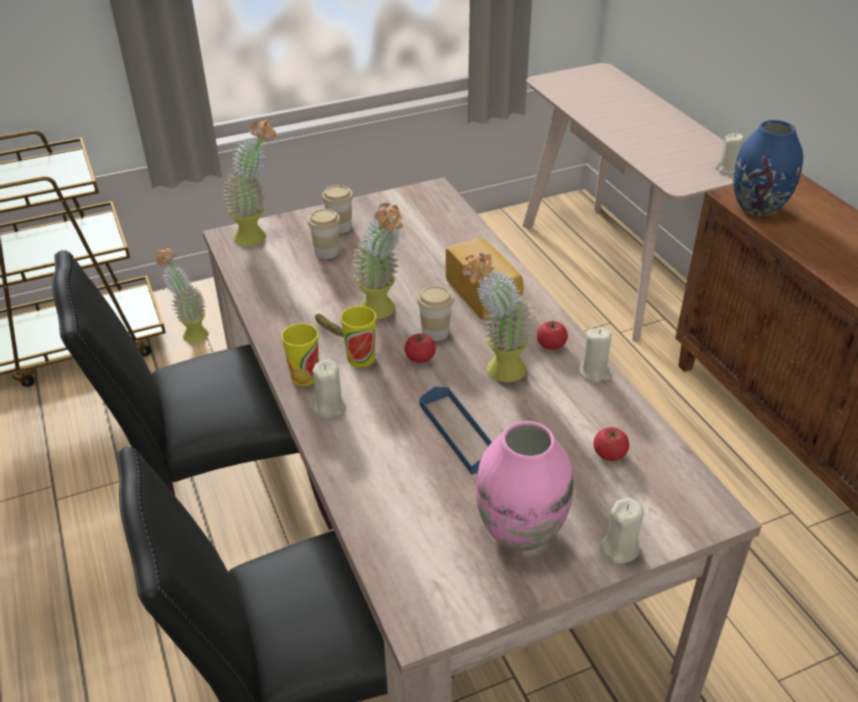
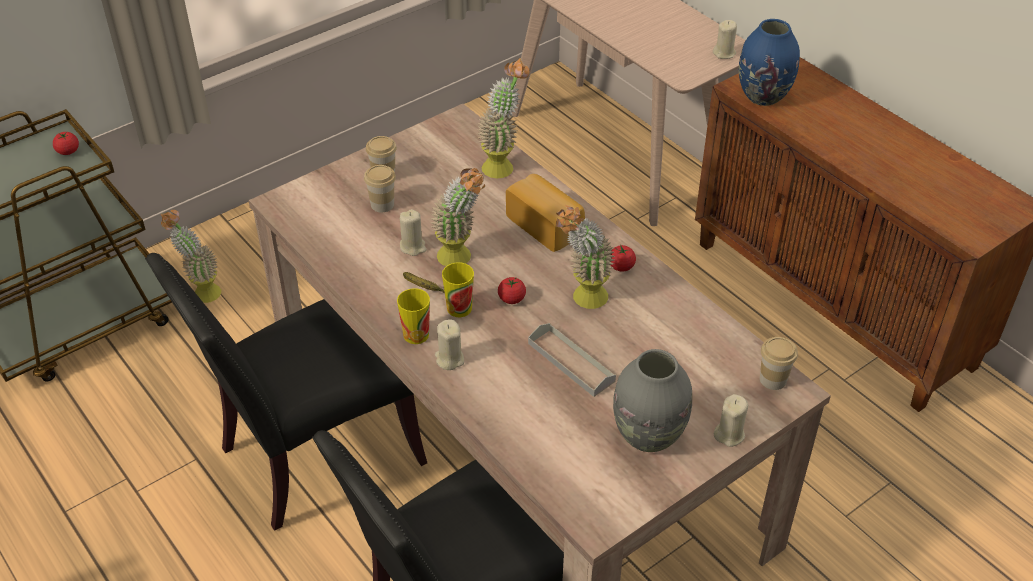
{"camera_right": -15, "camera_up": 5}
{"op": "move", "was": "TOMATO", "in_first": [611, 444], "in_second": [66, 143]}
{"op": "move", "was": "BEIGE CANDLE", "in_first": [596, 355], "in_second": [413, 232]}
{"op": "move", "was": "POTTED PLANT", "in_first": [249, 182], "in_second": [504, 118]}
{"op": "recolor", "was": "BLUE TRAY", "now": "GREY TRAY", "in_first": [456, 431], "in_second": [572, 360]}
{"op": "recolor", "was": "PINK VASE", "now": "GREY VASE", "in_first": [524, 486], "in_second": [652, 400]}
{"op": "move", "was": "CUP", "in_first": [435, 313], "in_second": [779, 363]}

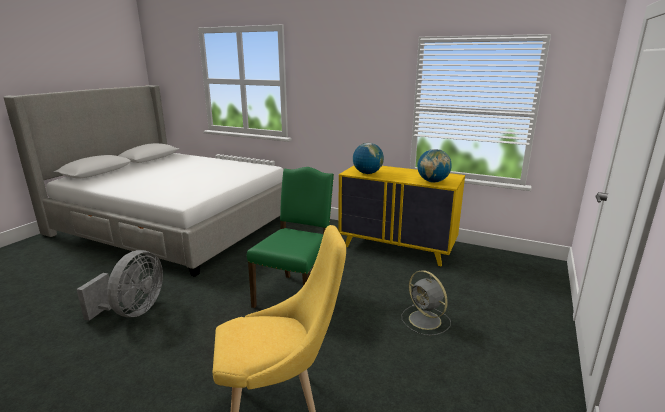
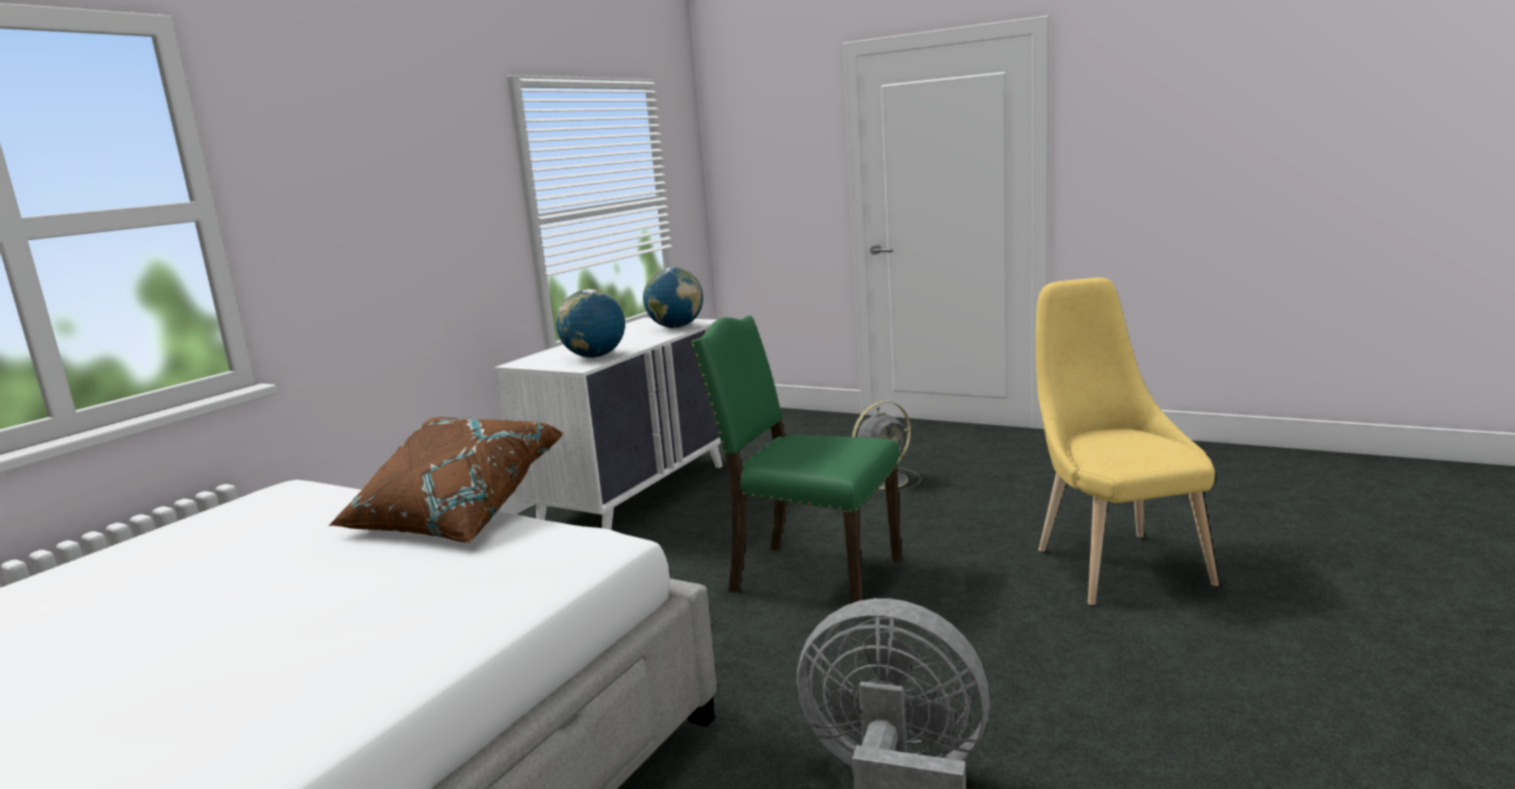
{"camera_right": -85, "camera_up": -5}
{"op": "insert", "now": "BROWN PILLOW", "in_second": [446, 480]}
{"op": "recolor", "was": "YELLOW DRESSER", "now": "WHITE DRESSER", "in_first": [401, 216], "in_second": [609, 424]}

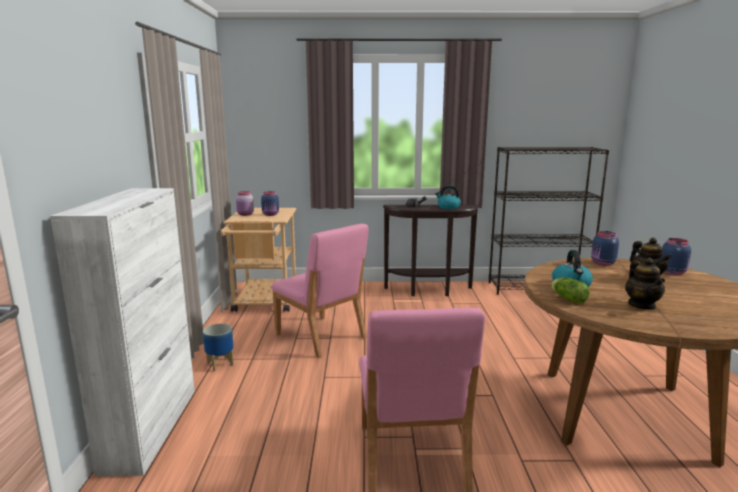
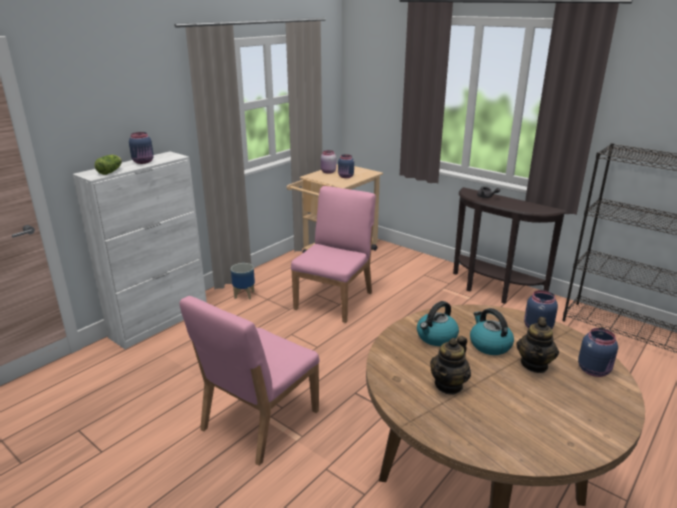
{"camera_right": 40, "camera_up": 10}
{"op": "move", "was": "LETTUCE", "in_first": [570, 291], "in_second": [108, 165]}
{"op": "insert", "now": "BLUE JAR", "in_second": [141, 148]}
{"op": "rotate", "was": "PINK CHAIR", "in_first": [320, 291], "in_second": [333, 254], "clockwise": -150}
{"op": "move", "was": "KETTLE", "in_first": [448, 197], "in_second": [492, 331]}

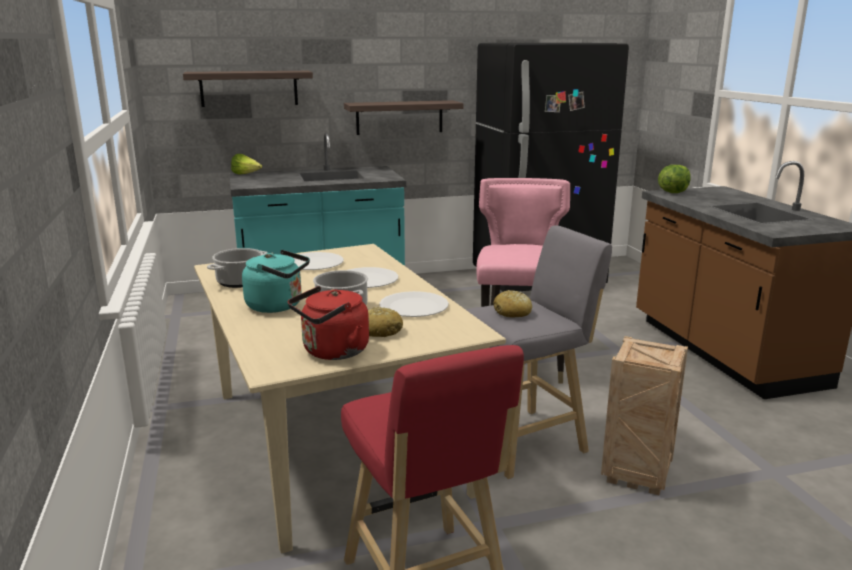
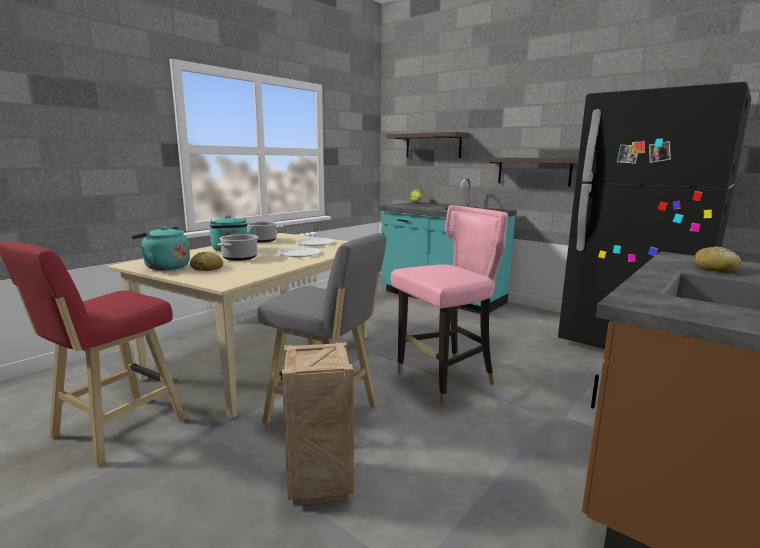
{"camera_right": 55, "camera_up": -5}
{"op": "recolor", "was": "RED KETTLE", "now": "TURQUOISE KETTLE", "in_first": [328, 323], "in_second": [160, 248]}
{"op": "move", "was": "BREAD", "in_first": [513, 304], "in_second": [717, 259]}
{"op": "delete", "was": "WHITE PLATE", "in_first": [414, 304]}
{"op": "delete", "was": "LETTUCE", "in_first": [674, 179]}

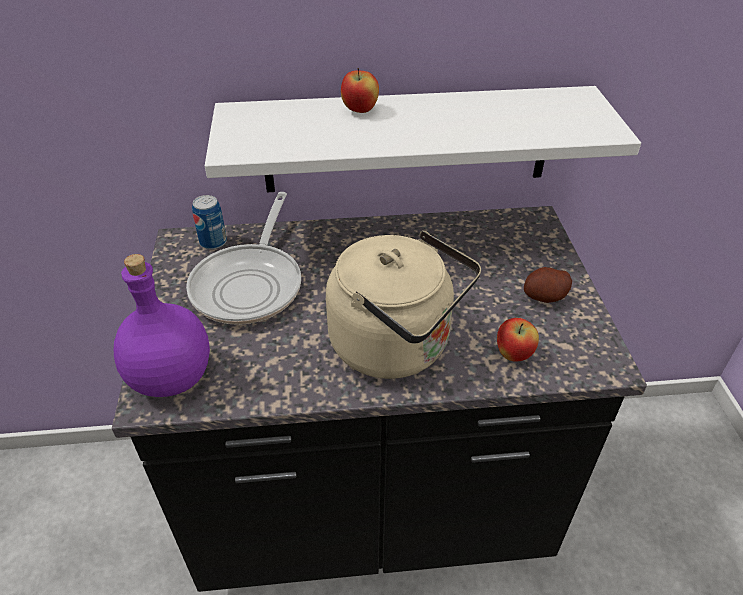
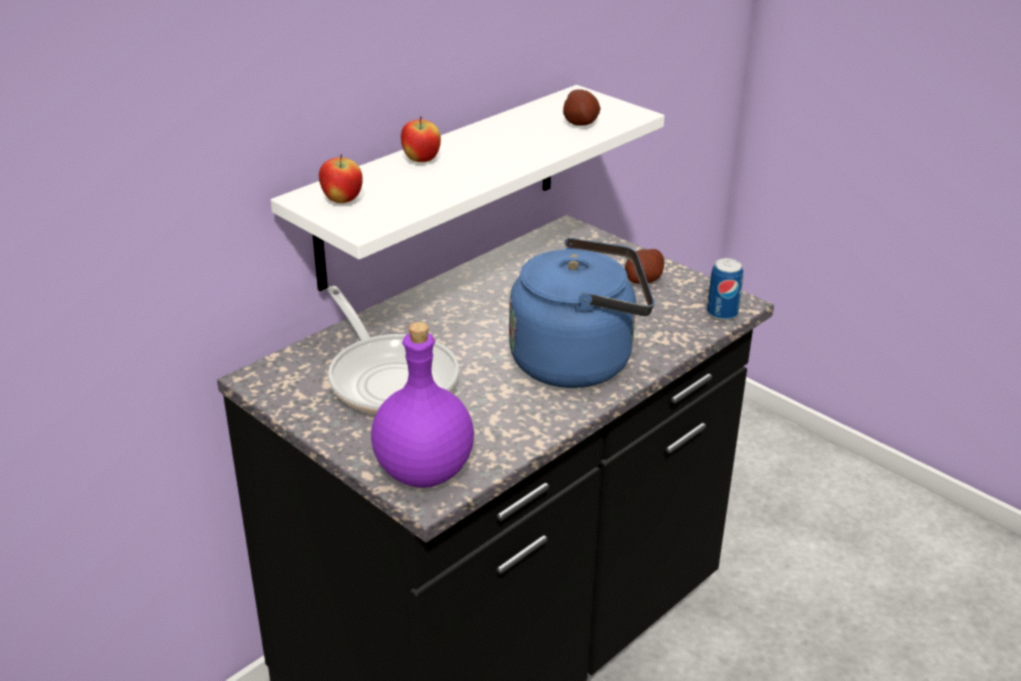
{"camera_right": -40, "camera_up": -10}
{"op": "move", "was": "APPLE", "in_first": [518, 340], "in_second": [341, 178]}
{"op": "recolor", "was": "BEIGE KETTLE", "now": "BLUE KETTLE", "in_first": [403, 304], "in_second": [581, 312]}
{"op": "insert", "now": "POTATO", "in_second": [582, 107]}
{"op": "move", "was": "CAN", "in_first": [209, 222], "in_second": [725, 289]}

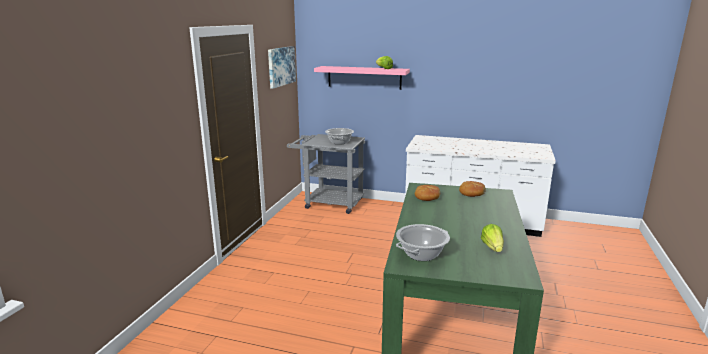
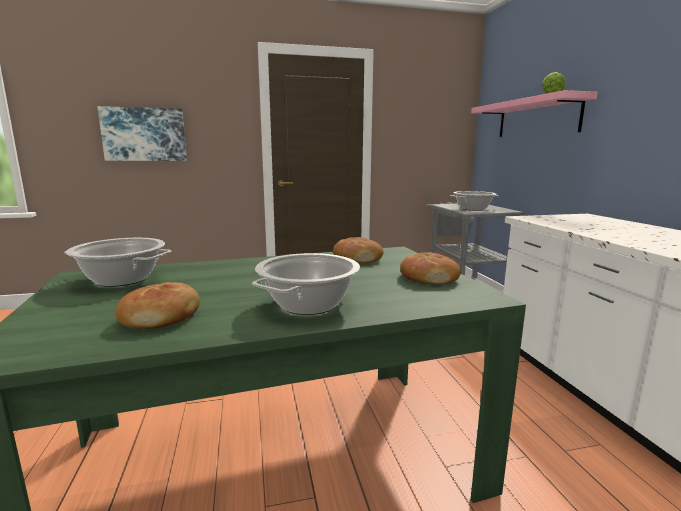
{"camera_right": 60, "camera_up": -5}
{"op": "move", "was": "PICTURE", "in_first": [282, 67], "in_second": [142, 133]}
{"op": "replace", "was": "LETTUCE", "now": "BREAD", "in_first": [492, 238], "in_second": [157, 305]}
{"op": "insert", "now": "COOKING POT", "in_second": [306, 284]}

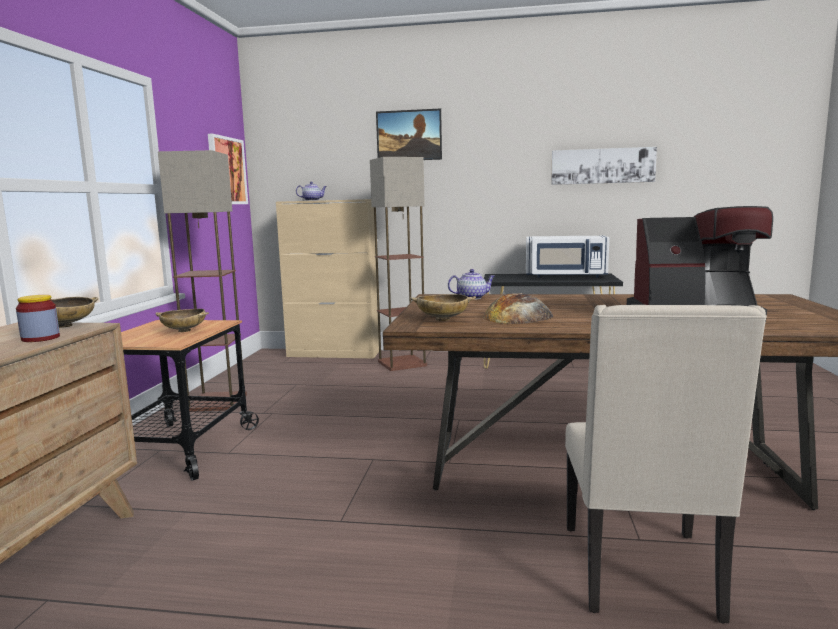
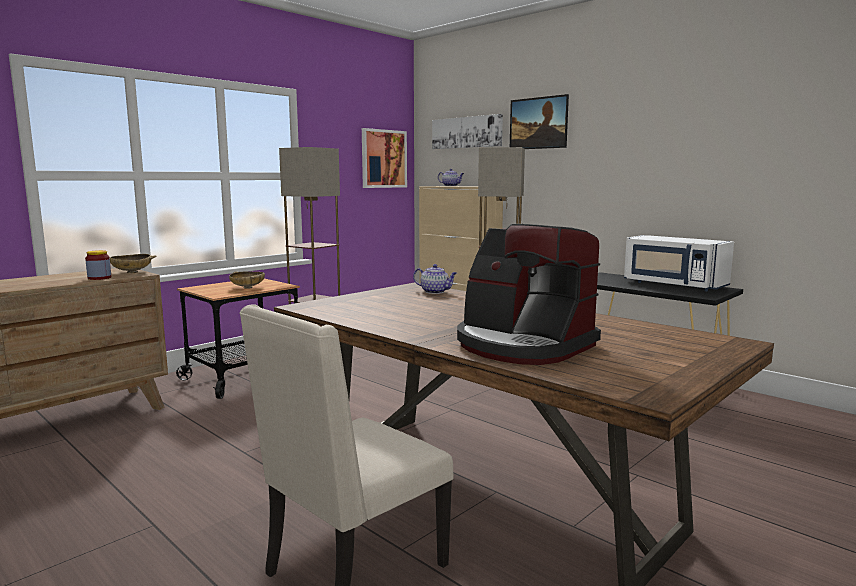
{"camera_right": 35, "camera_up": 0}
{"op": "move", "was": "PICTURE", "in_first": [604, 166], "in_second": [467, 131]}
{"op": "delete", "was": "BEIGE BOWL", "in_first": [443, 307]}
{"op": "delete", "was": "BREAD", "in_first": [518, 308]}

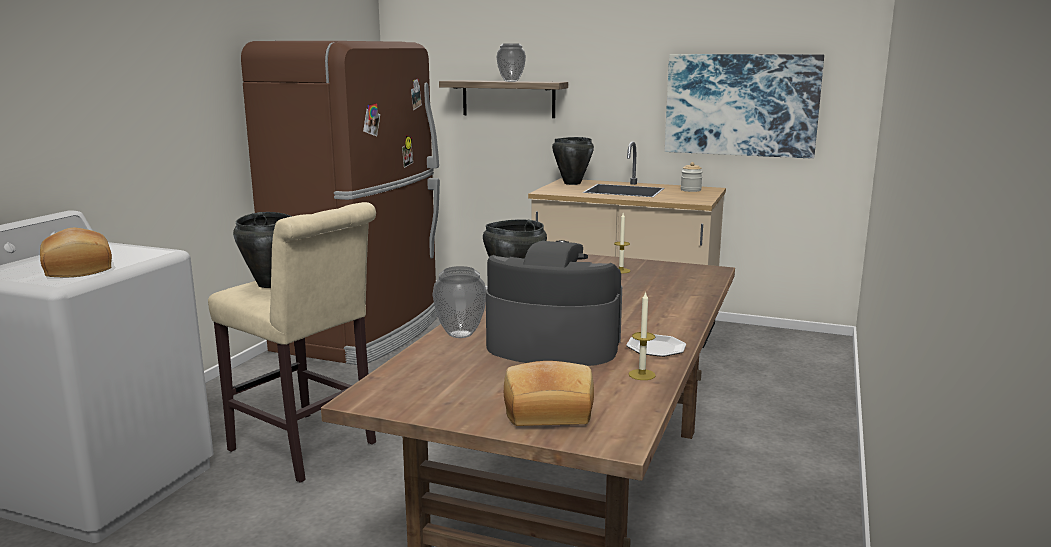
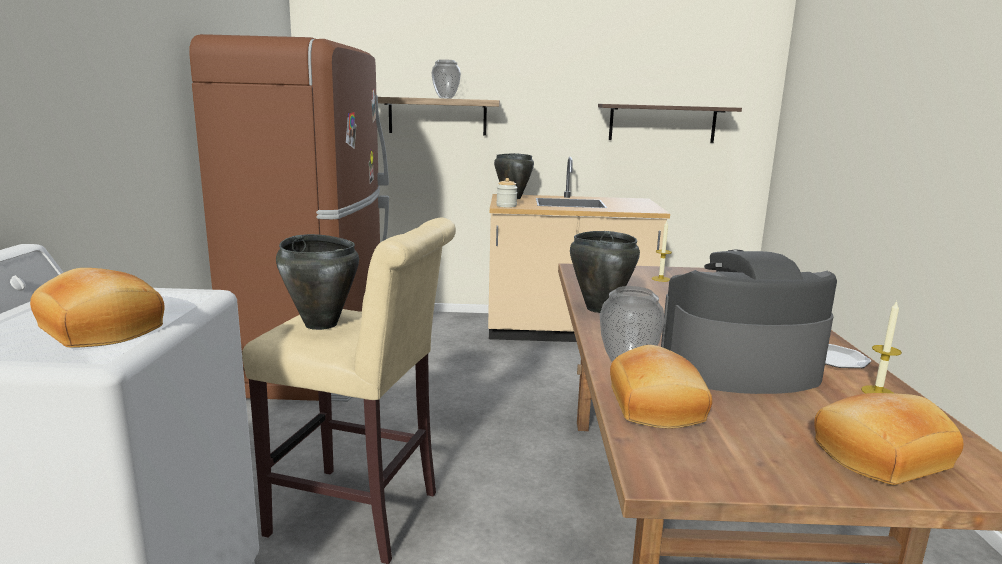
{"camera_right": -20, "camera_up": 0}
{"op": "move", "was": "JAR", "in_first": [691, 177], "in_second": [507, 193]}
{"op": "replace", "was": "PICTURE", "now": "SHELF", "in_first": [744, 106], "in_second": [670, 123]}
{"op": "insert", "now": "BREAD", "in_second": [661, 386]}

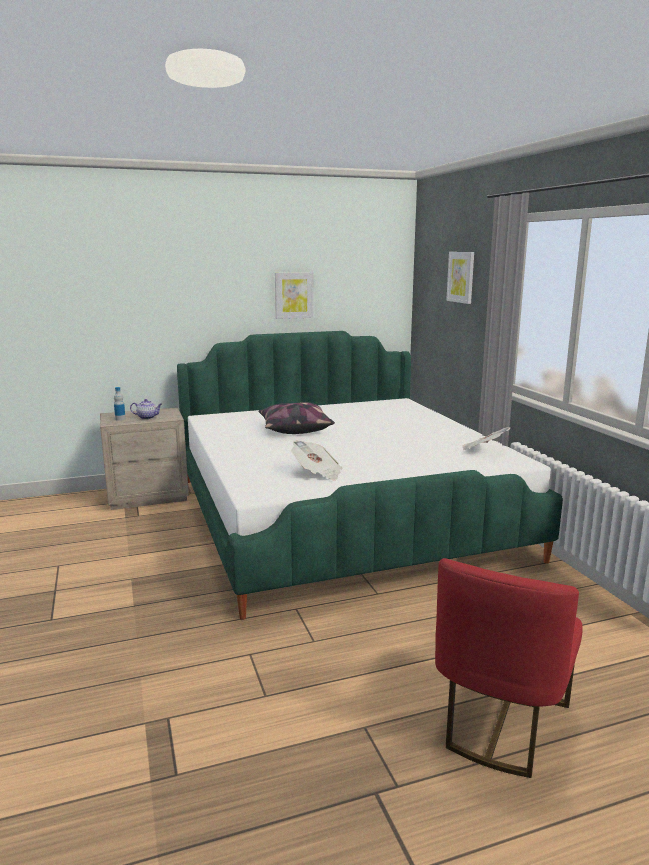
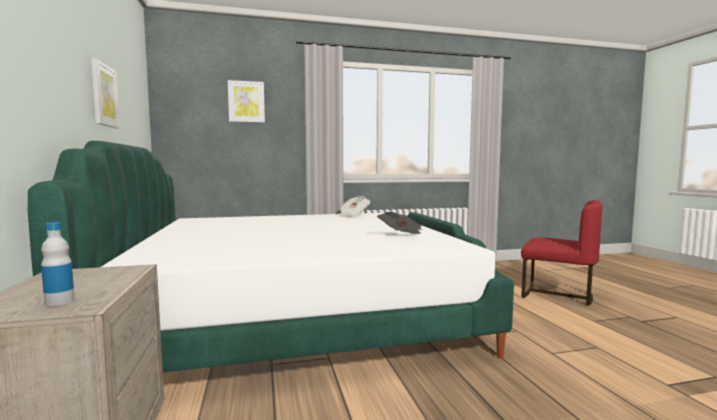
{"camera_right": -85, "camera_up": -10}
{"op": "delete", "was": "TEAPOT", "in_first": [146, 409]}
{"op": "delete", "was": "PILLOW", "in_first": [297, 418]}

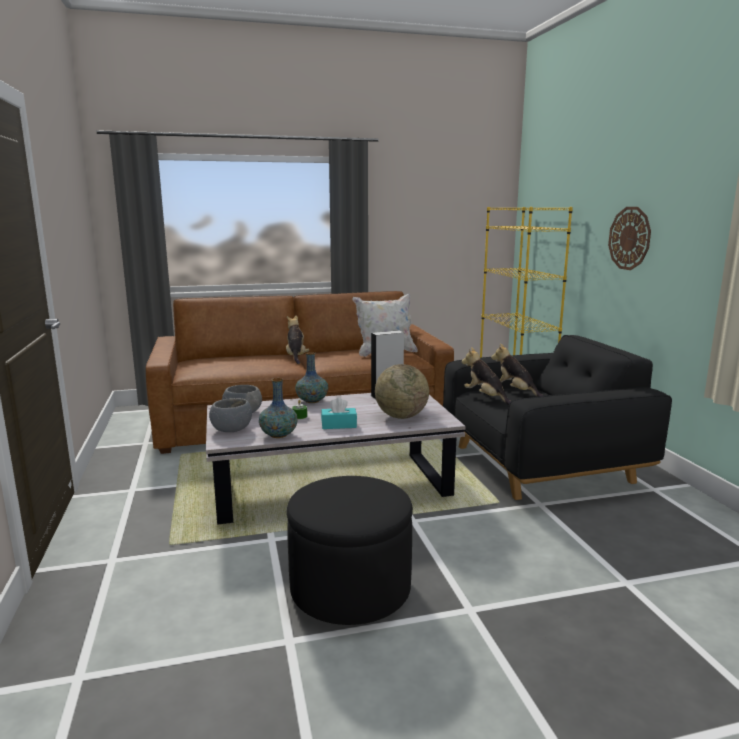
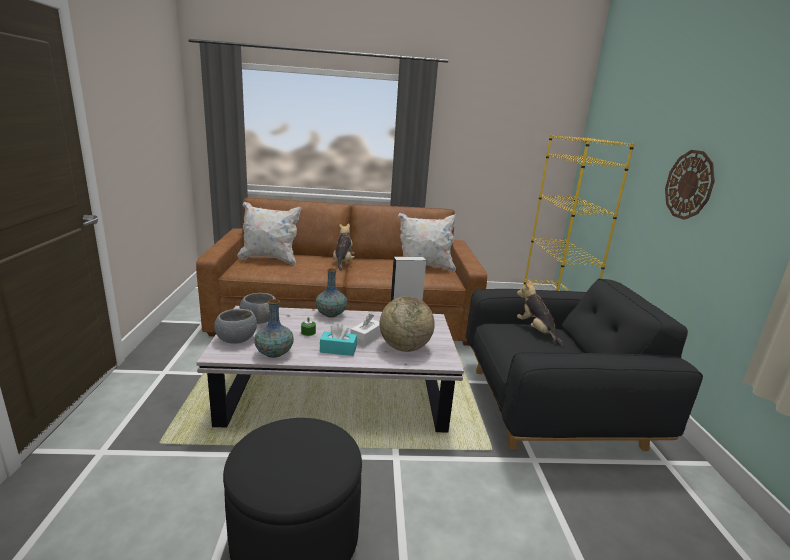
{"camera_right": 10, "camera_up": 5}
{"op": "insert", "now": "WHITE PILLOW", "in_second": [269, 233]}
{"op": "insert", "now": "WHITE TISSUE BOX", "in_second": [366, 330]}
{"op": "delete", "was": "PLUSH TOY", "in_first": [486, 376]}

